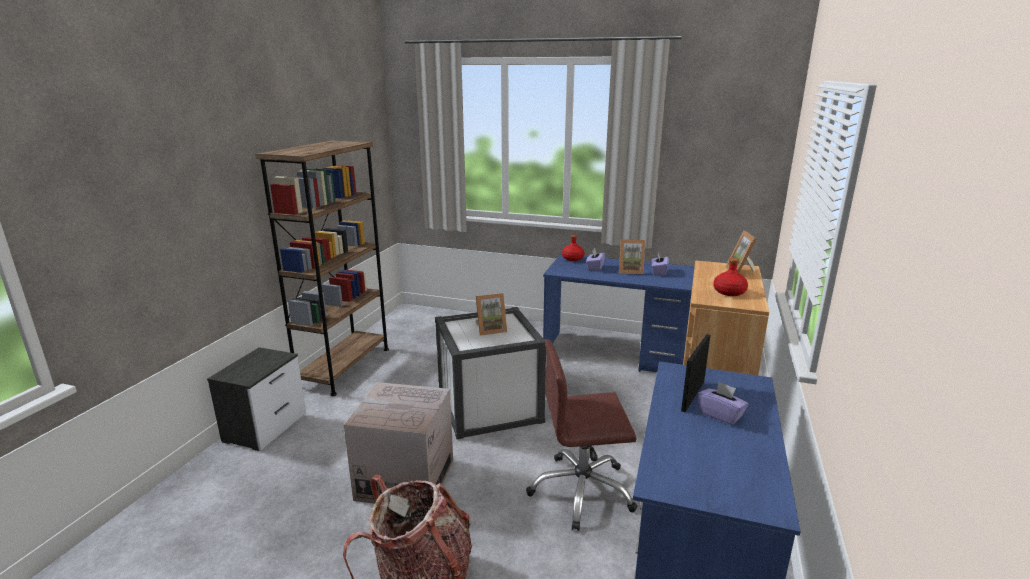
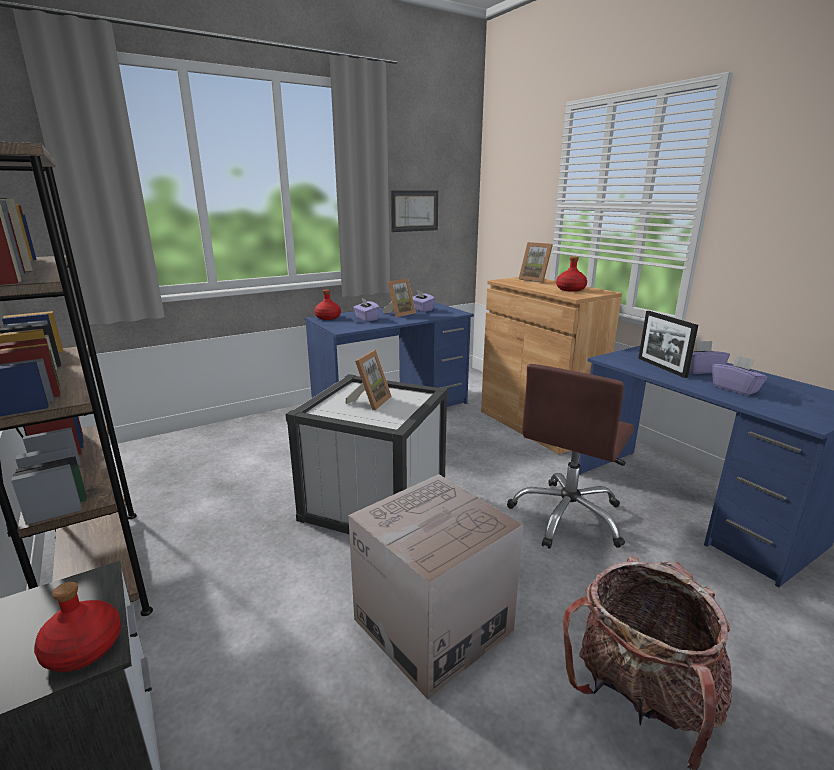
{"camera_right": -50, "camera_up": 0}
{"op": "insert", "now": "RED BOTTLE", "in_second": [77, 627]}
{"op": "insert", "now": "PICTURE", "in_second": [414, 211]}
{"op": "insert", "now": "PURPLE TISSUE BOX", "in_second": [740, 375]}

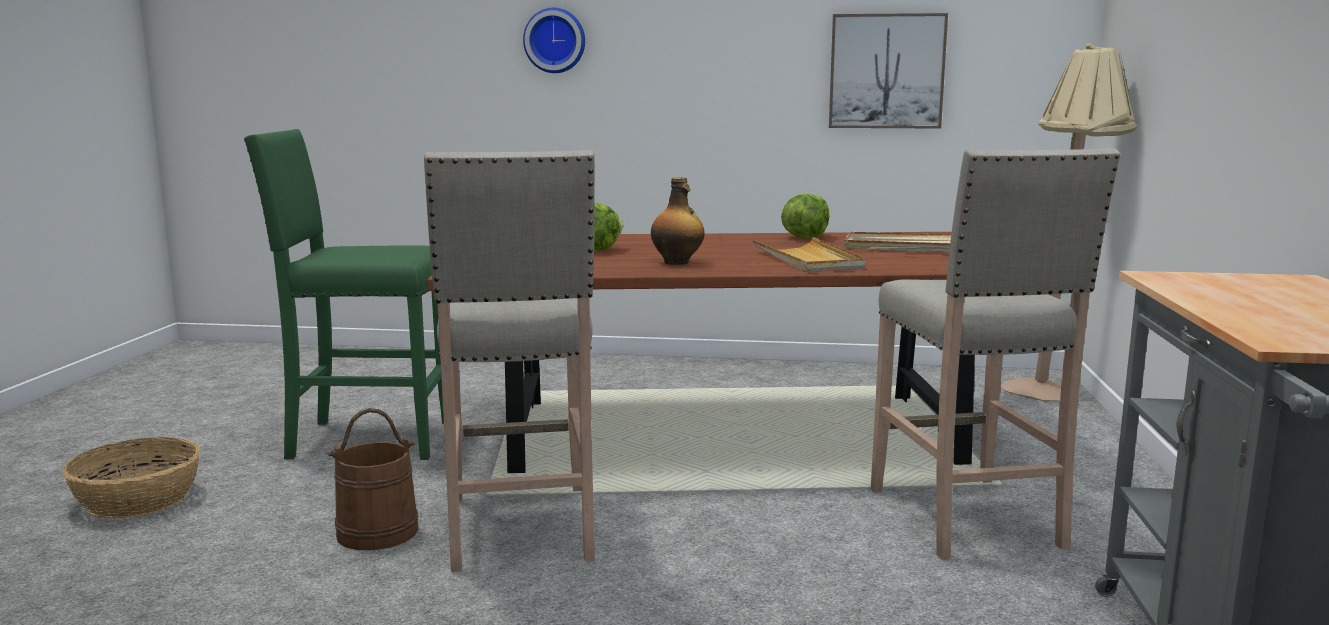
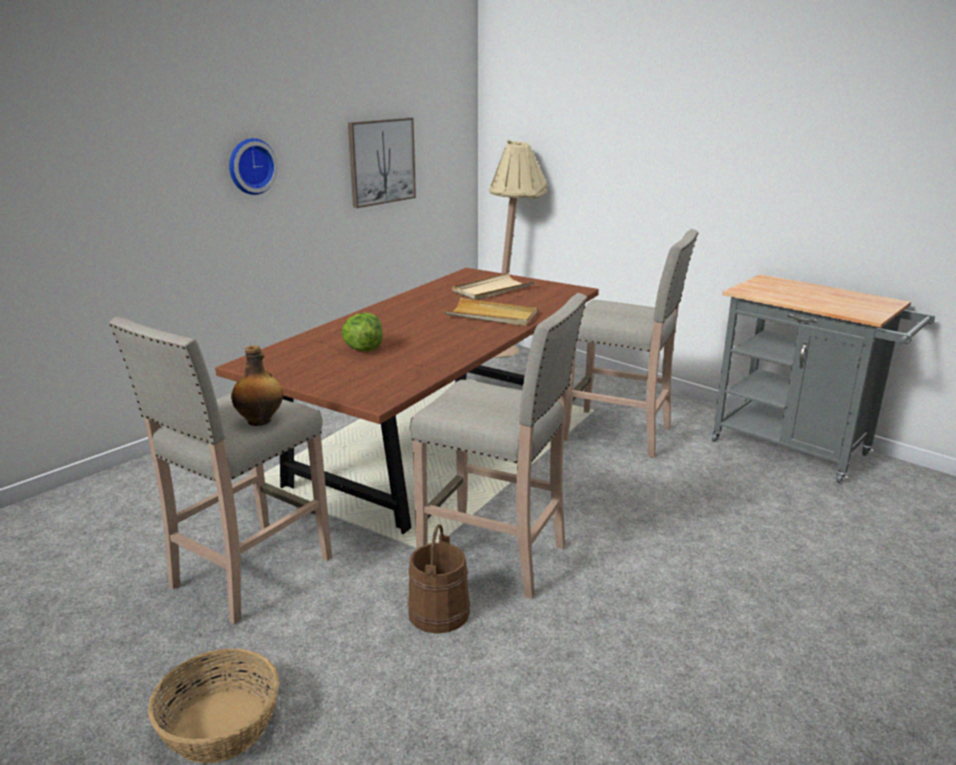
{"camera_right": -55, "camera_up": 10}
{"op": "recolor", "was": "GREEN STOOL", "now": "BEIGE STOOL", "in_first": [344, 294], "in_second": [220, 470]}
{"op": "move", "was": "WALL CLOCK", "in_first": [554, 40], "in_second": [253, 166]}
{"op": "move", "was": "BOTTLE", "in_first": [678, 221], "in_second": [257, 385]}
{"op": "delete", "was": "LETTUCE", "in_first": [805, 216]}

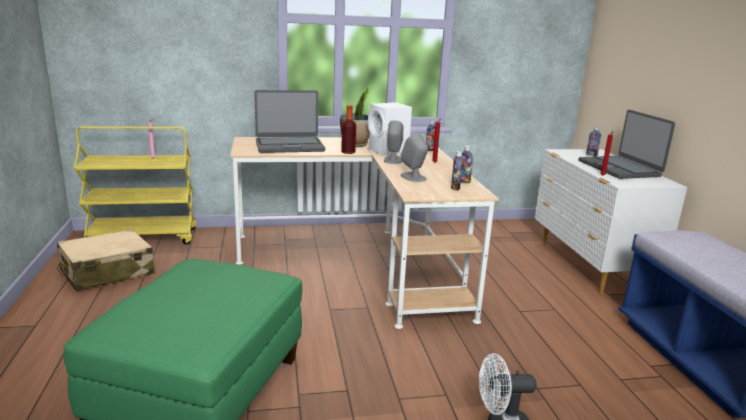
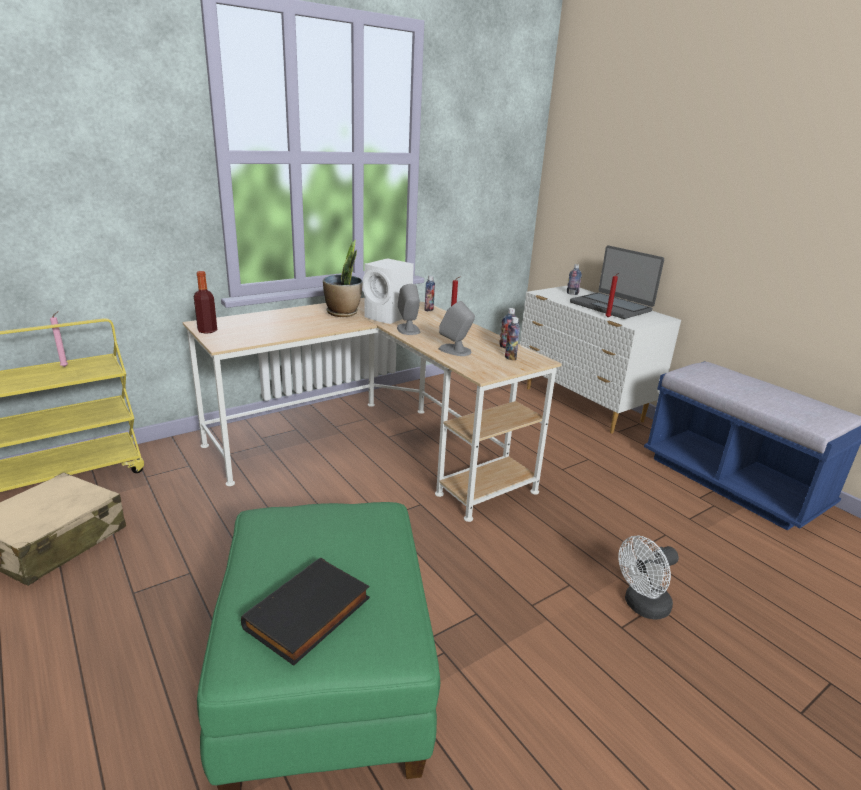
{"camera_right": -25, "camera_up": 5}
{"op": "move", "was": "BOTTLE", "in_first": [348, 129], "in_second": [205, 302]}
{"op": "insert", "now": "BLACK BOOK", "in_second": [305, 611]}
{"op": "delete", "was": "LAPTOP", "in_first": [289, 121]}

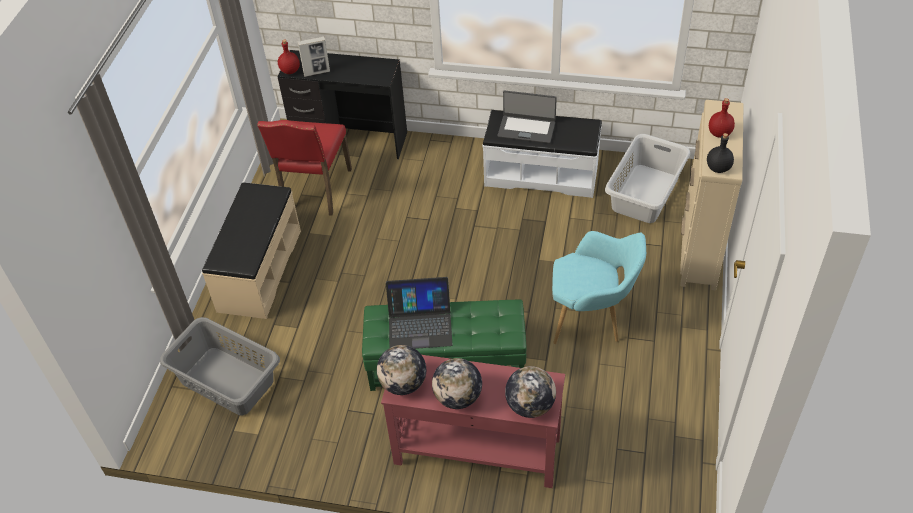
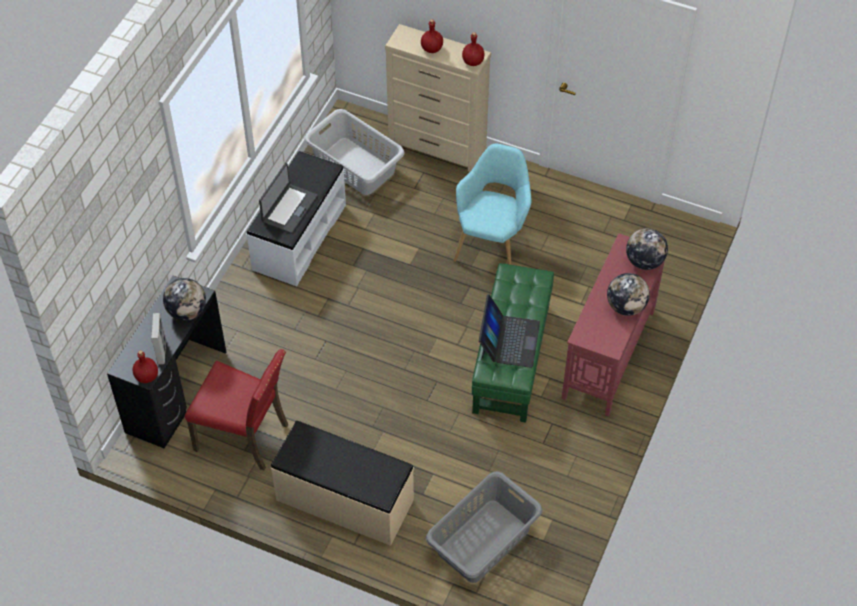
{"camera_right": -80, "camera_up": 5}
{"op": "move", "was": "GLOBE", "in_first": [401, 370], "in_second": [184, 299]}
{"op": "recolor", "was": "BLACK BOTTLE", "now": "RED BOTTLE", "in_first": [720, 153], "in_second": [473, 49]}

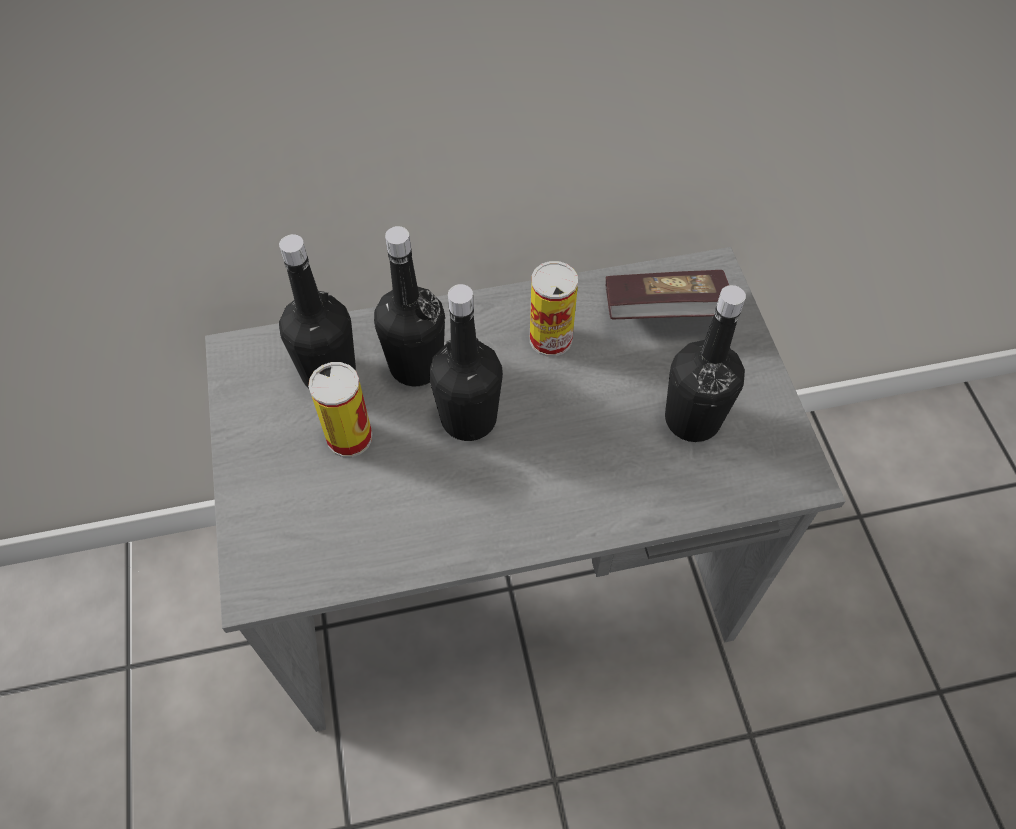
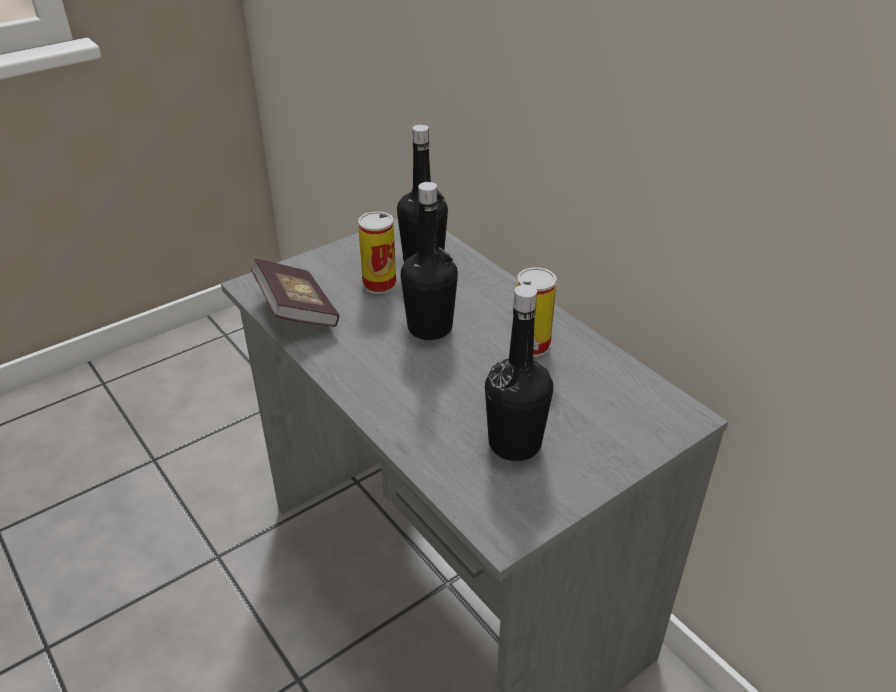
{"camera_right": 65, "camera_up": -20}
{"op": "move", "was": "BOOK", "in_first": [667, 294], "in_second": [295, 292]}
{"op": "delete", "was": "BLACK BOTTLE", "in_first": [409, 306]}

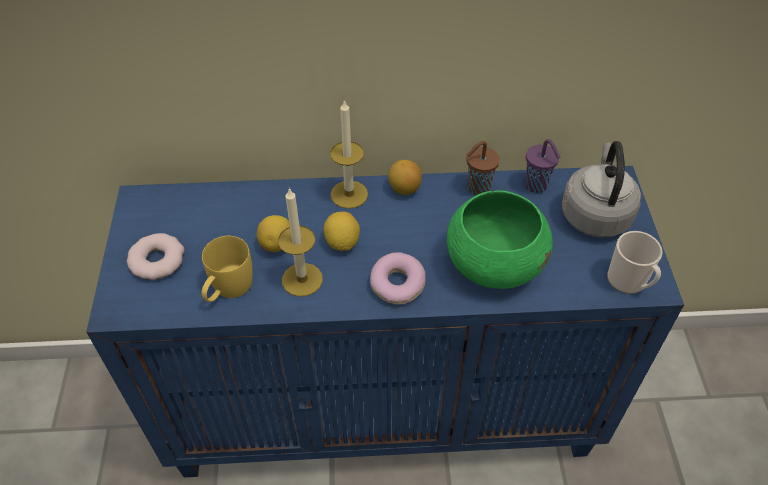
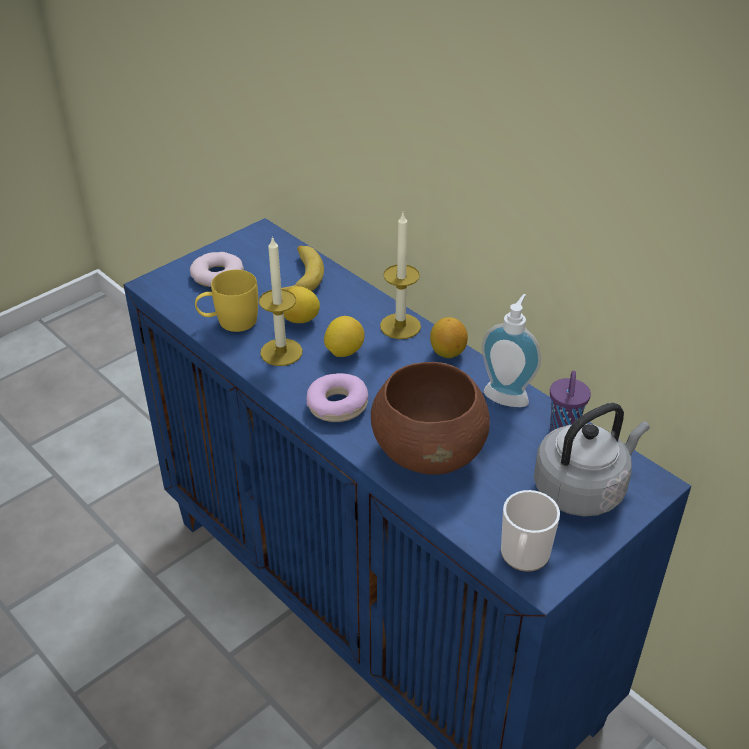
{"camera_right": 50, "camera_up": -10}
{"op": "insert", "now": "BANANA", "in_second": [302, 268]}
{"op": "recolor", "was": "GREEN BOWL", "now": "BROWN BOWL", "in_first": [500, 239], "in_second": [430, 418]}
{"op": "replace", "was": "BROWN CUP", "now": "SOAP DISPENSER", "in_first": [483, 168], "in_second": [511, 350]}

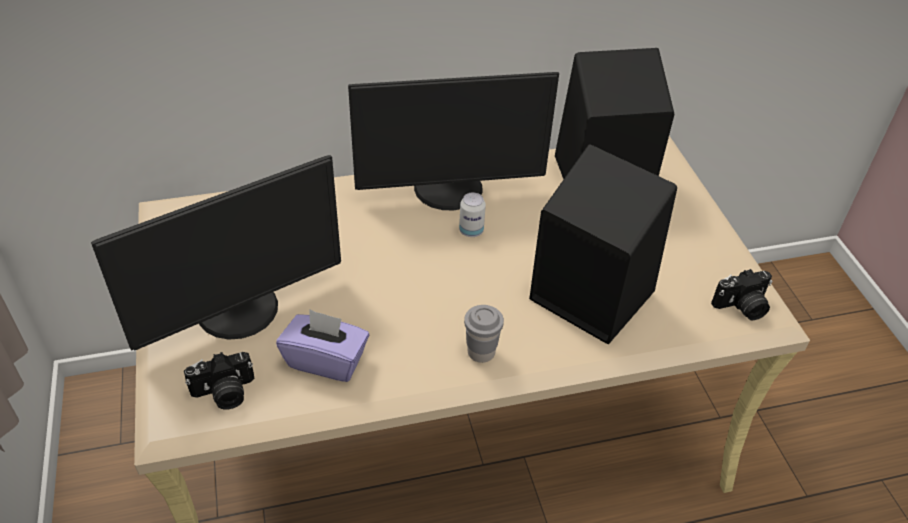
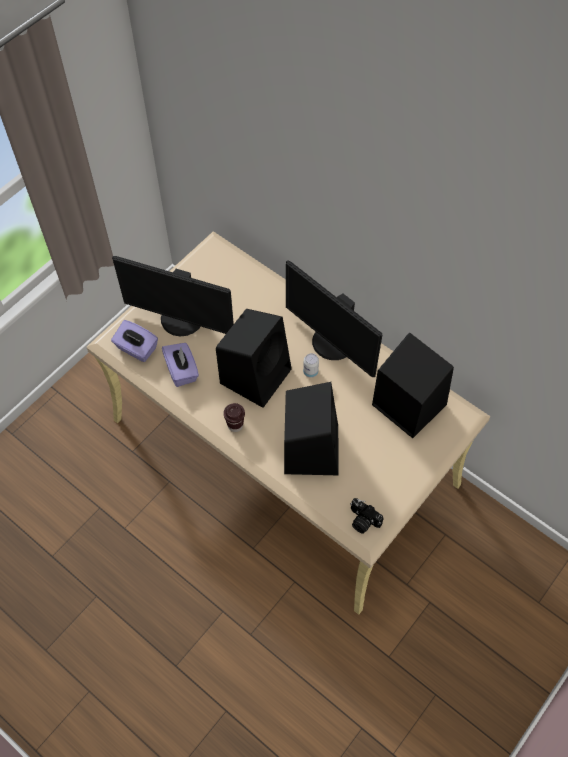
{"camera_right": 55, "camera_up": 15}
{"op": "replace", "was": "PHOTO CAMERA", "now": "PURPLE TISSUE BOX", "in_first": [219, 381], "in_second": [134, 341]}
{"op": "insert", "now": "BLACK SPEAKER", "in_second": [254, 358]}
{"op": "recolor", "was": "GREY CUP", "now": "BROWN CUP", "in_first": [484, 334], "in_second": [234, 417]}

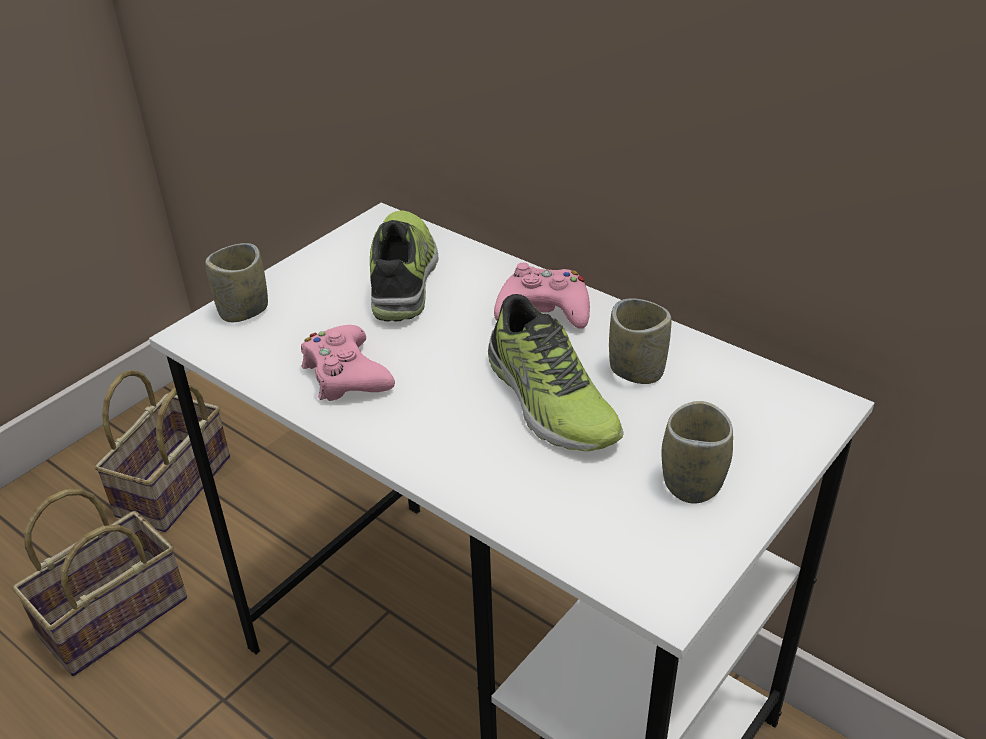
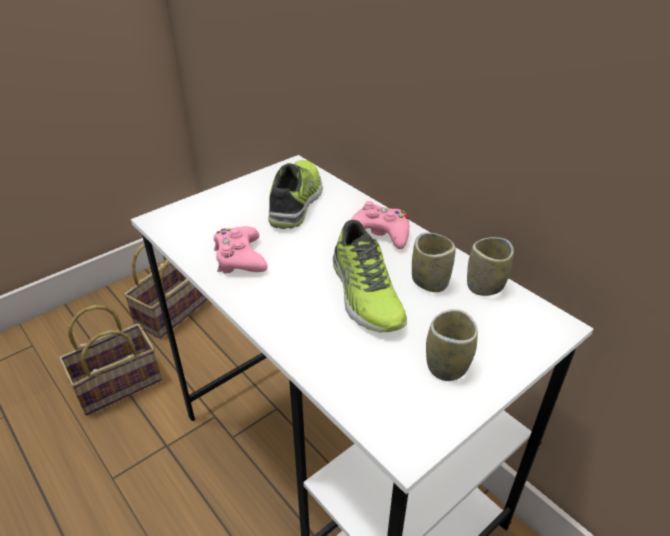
{"camera_right": 10, "camera_up": 0}
{"op": "move", "was": "CUP", "in_first": [236, 282], "in_second": [490, 266]}

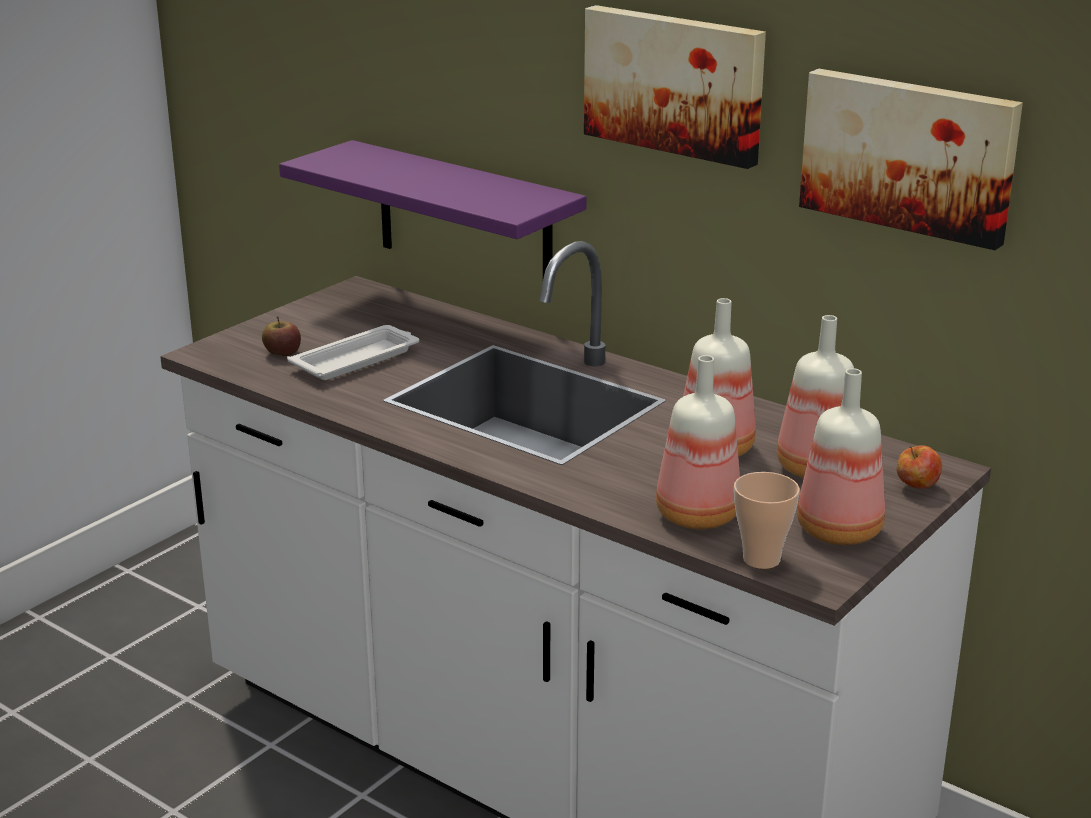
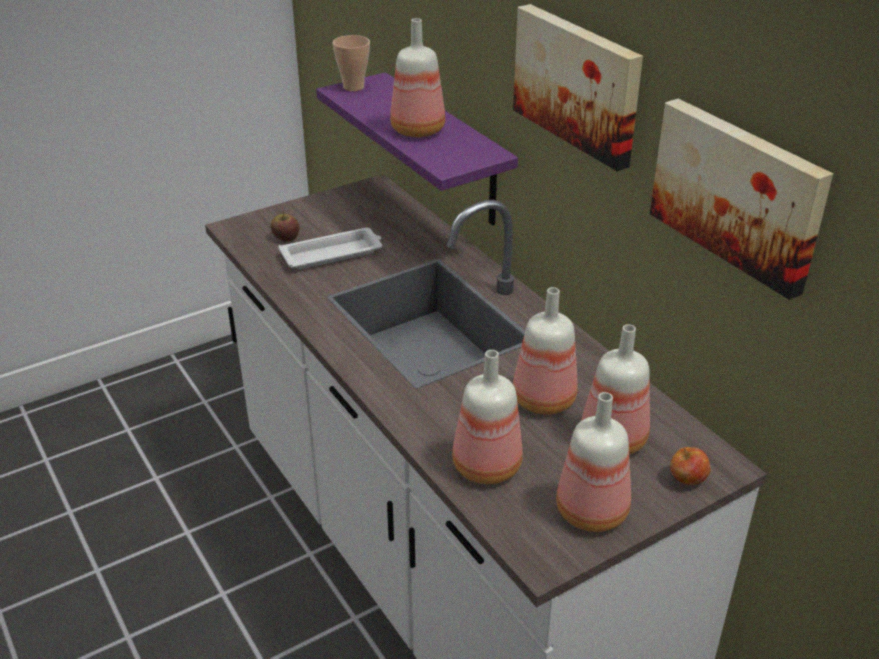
{"camera_right": 20, "camera_up": 10}
{"op": "move", "was": "CUP", "in_first": [767, 520], "in_second": [351, 63]}
{"op": "insert", "now": "BOTTLE", "in_second": [417, 77]}

